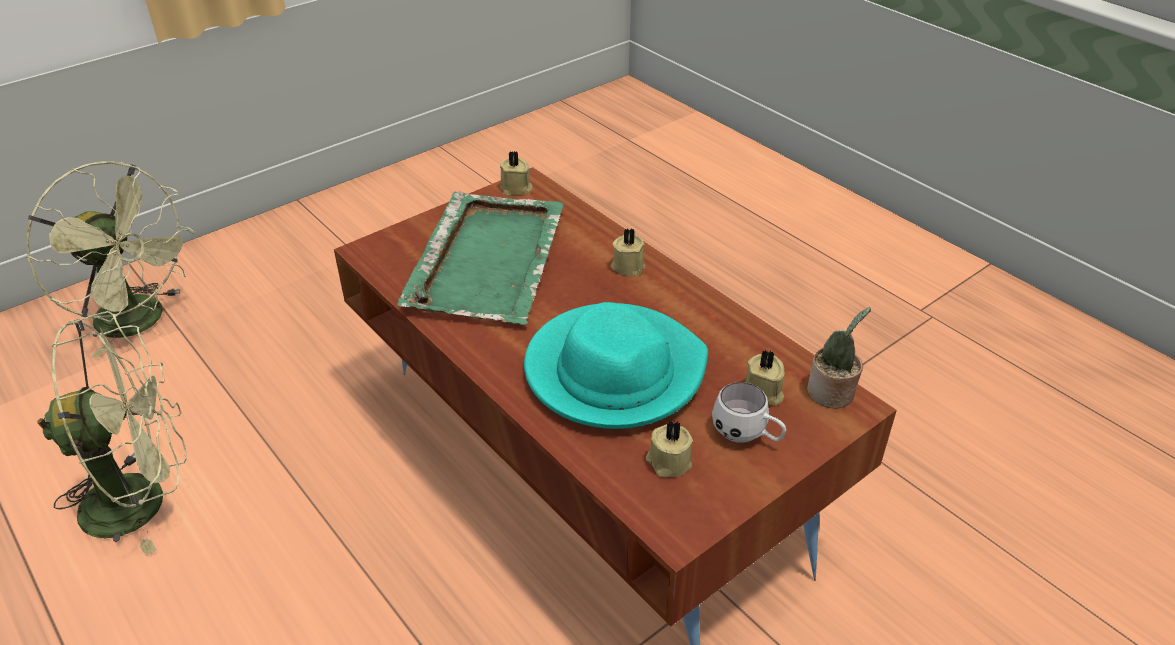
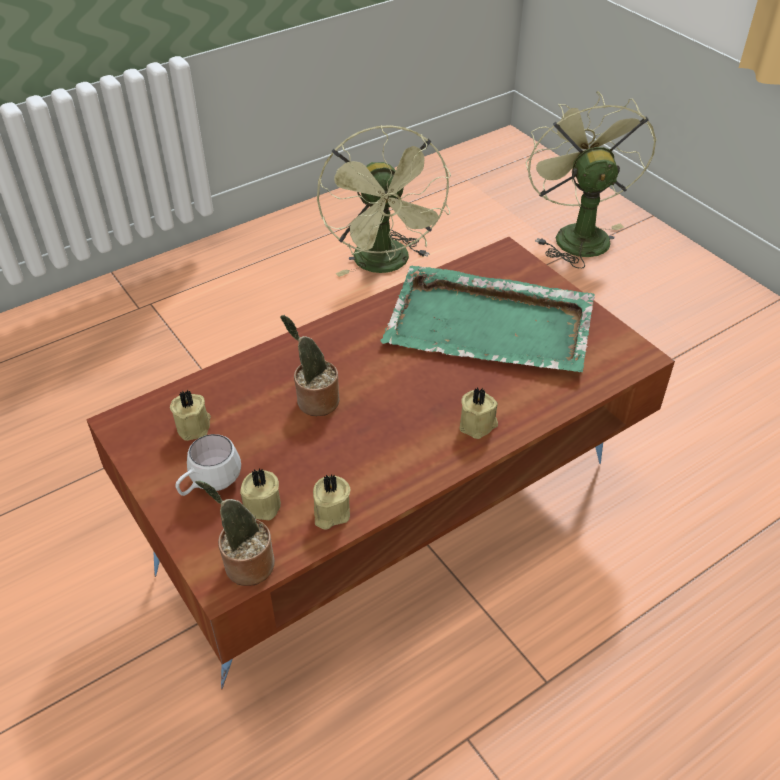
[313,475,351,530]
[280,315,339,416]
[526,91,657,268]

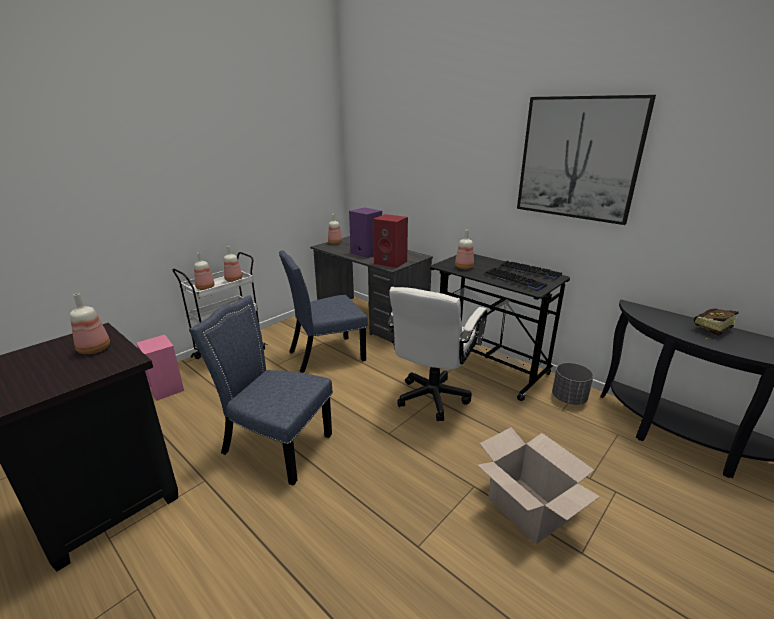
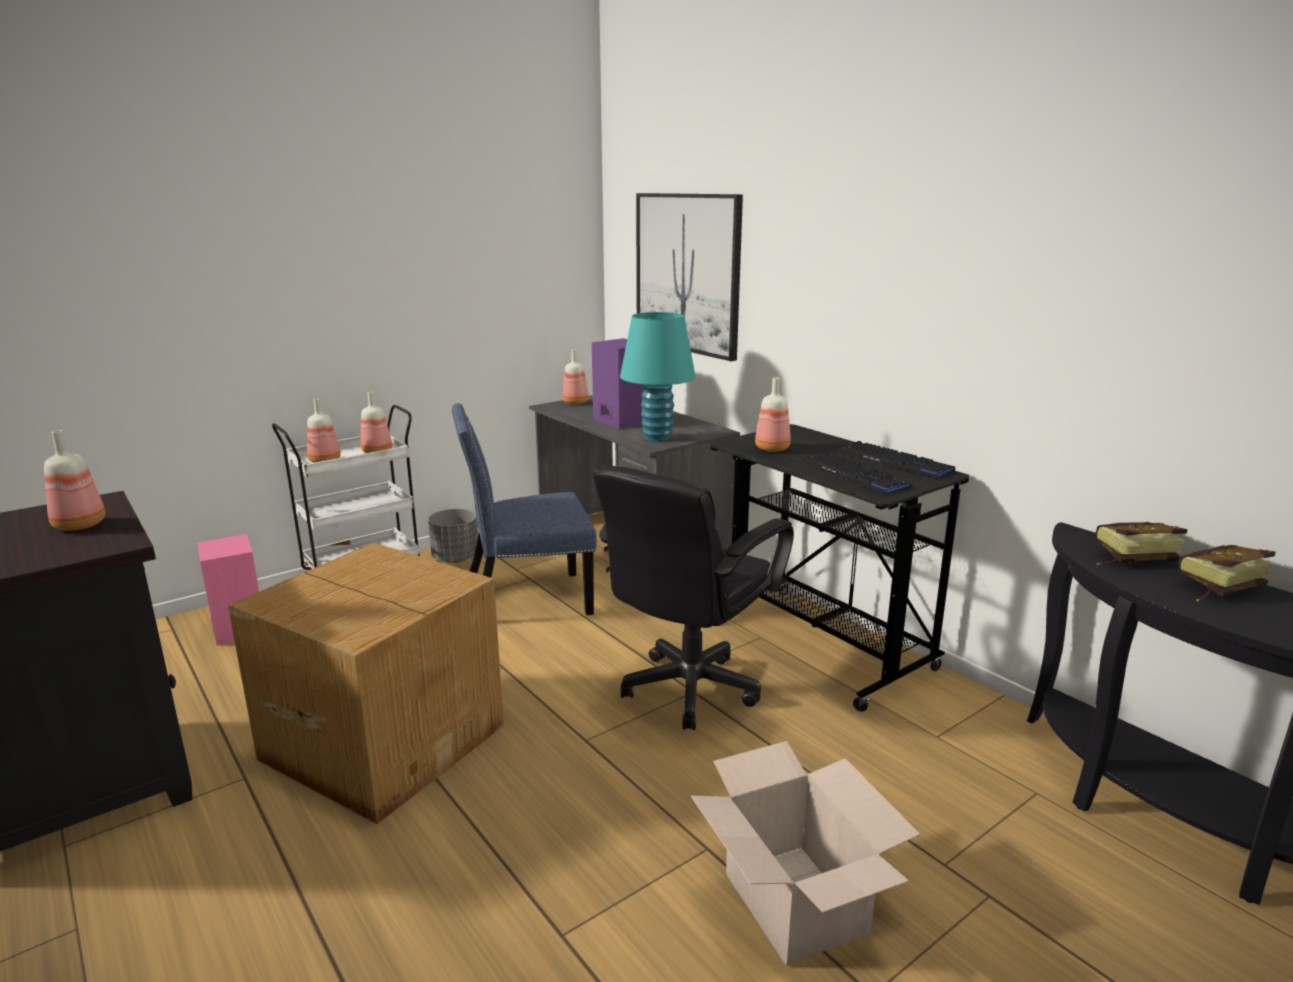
[1096,522,1187,565]
[636,193,743,361]
[428,509,478,563]
[228,542,504,824]
[620,312,696,442]
[593,465,794,730]

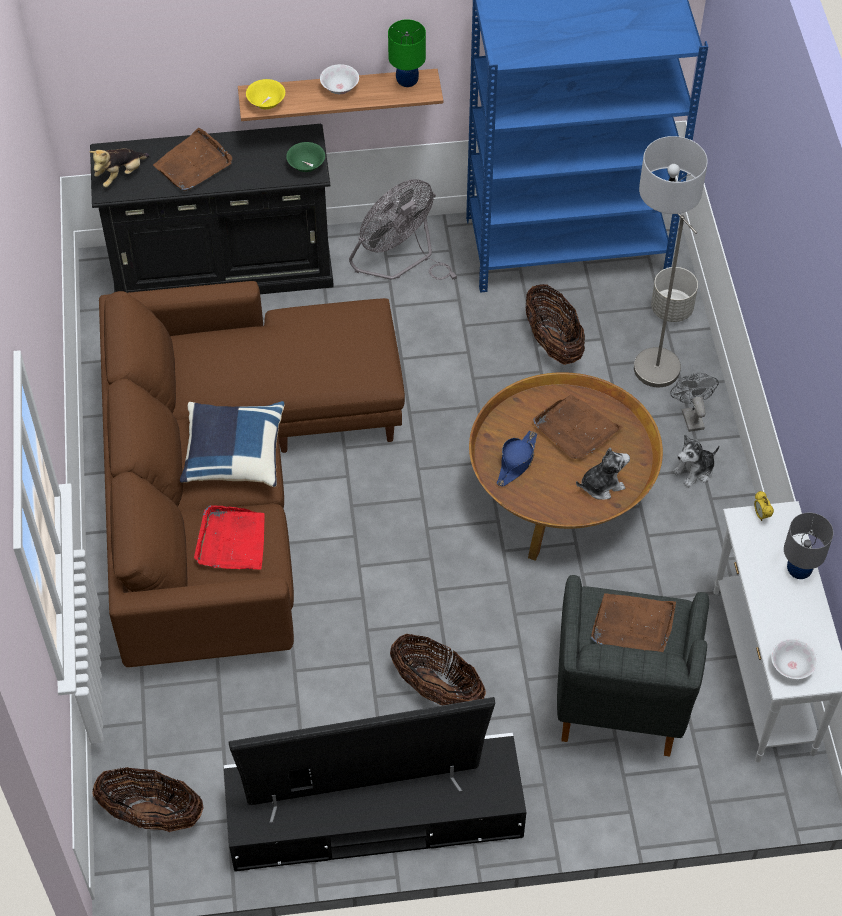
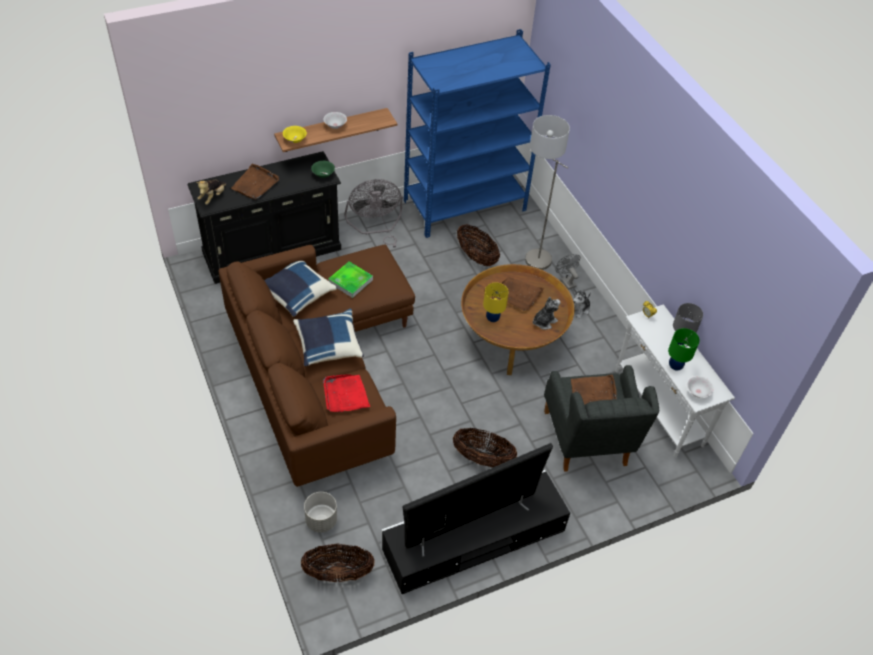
[264,261,338,317]
[328,261,373,298]
[668,328,700,370]
[304,492,337,533]
[483,283,509,322]
[344,179,403,247]

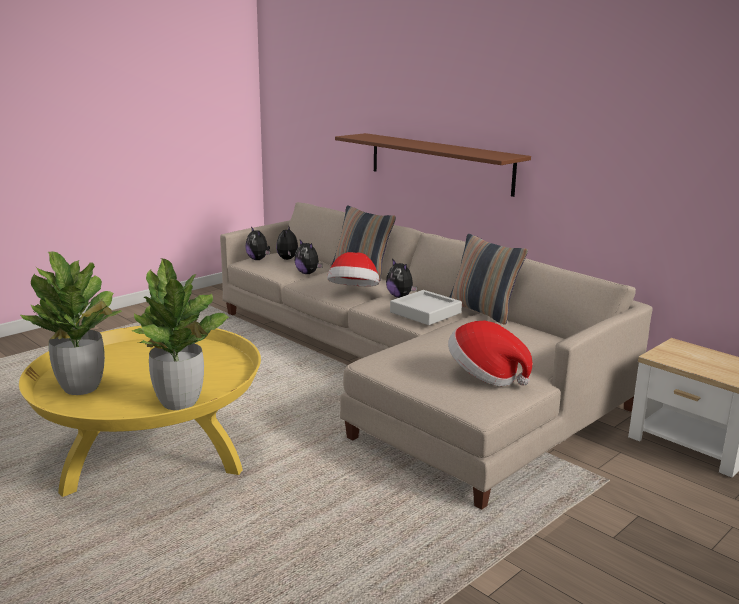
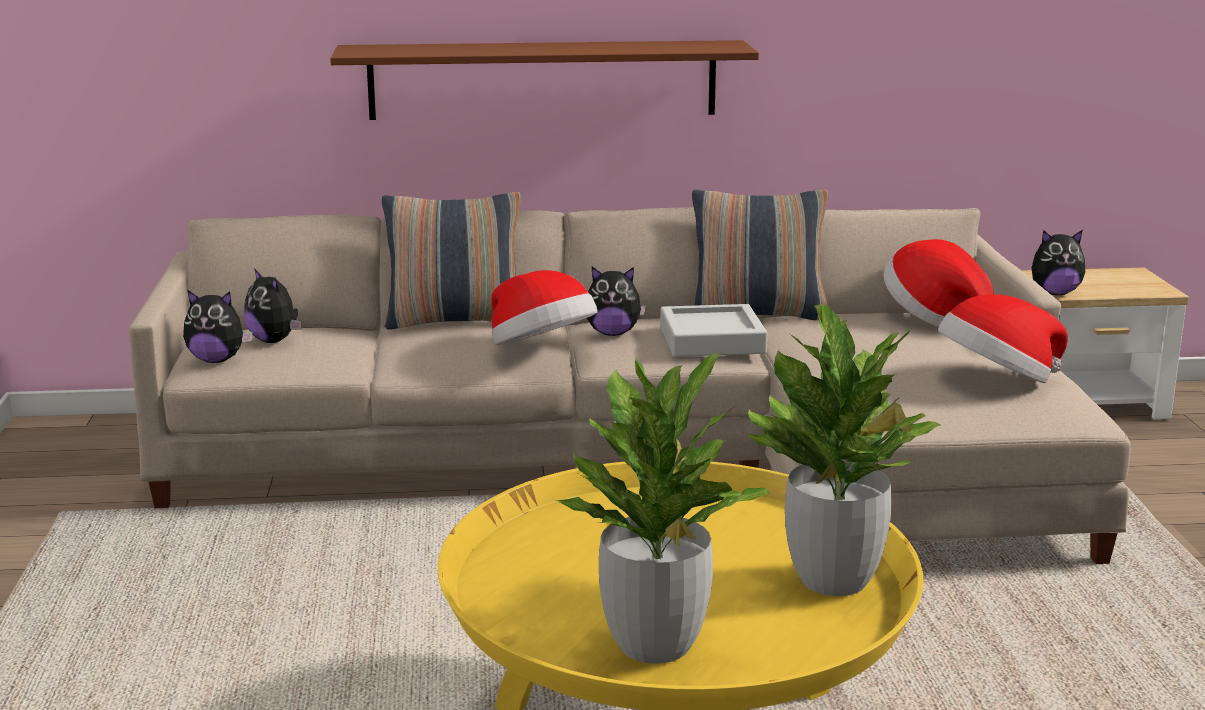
[883,239,993,327]
[1032,230,1085,295]

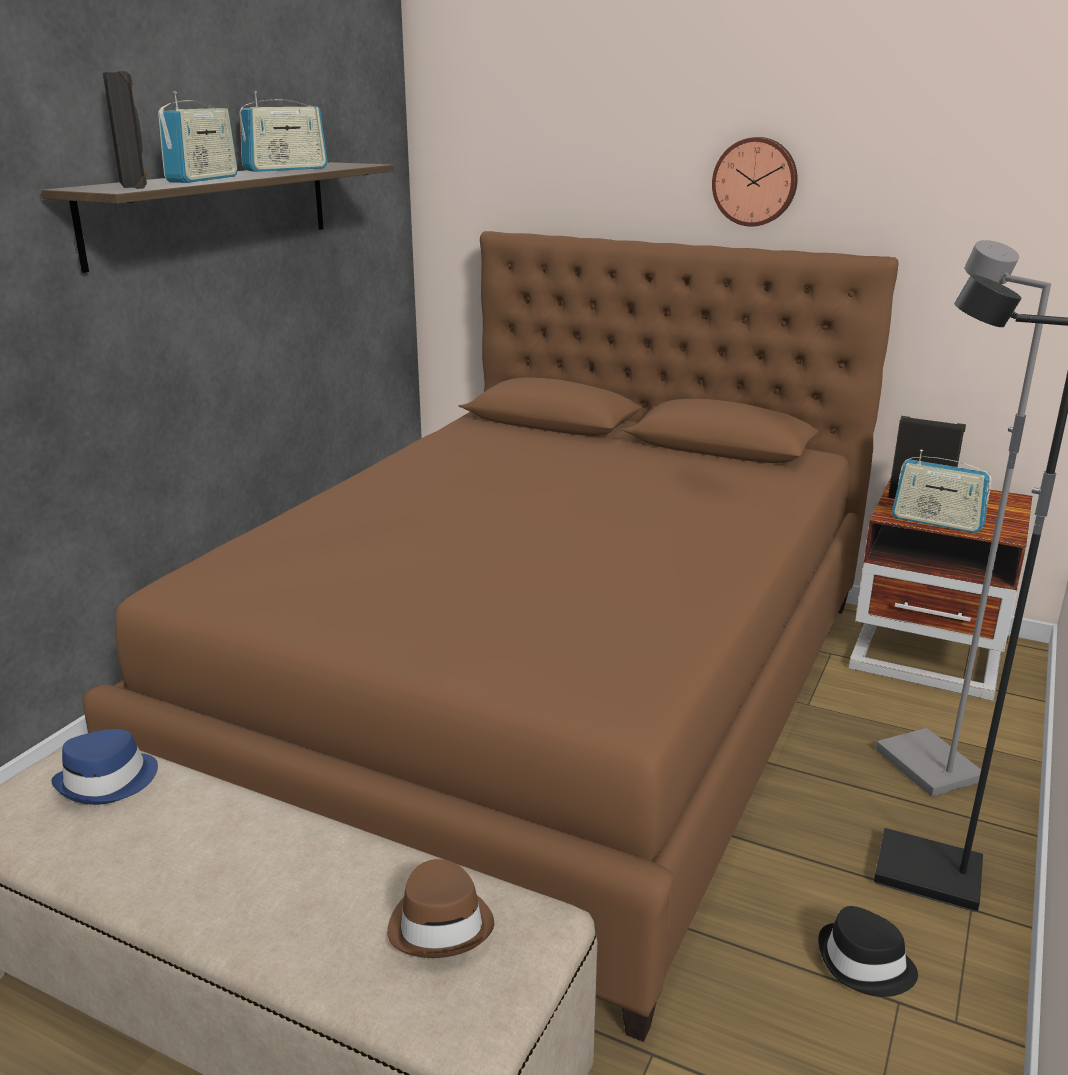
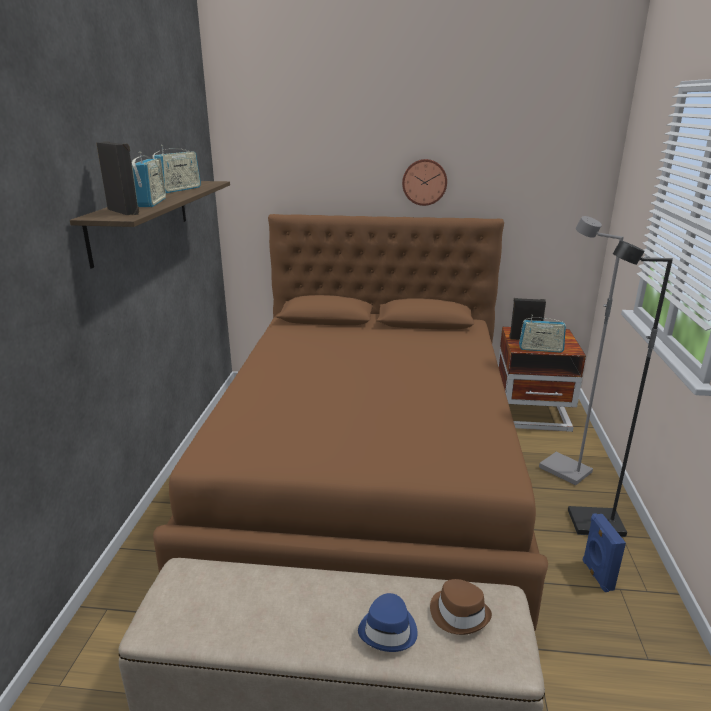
[358,593,418,652]
[583,513,626,592]

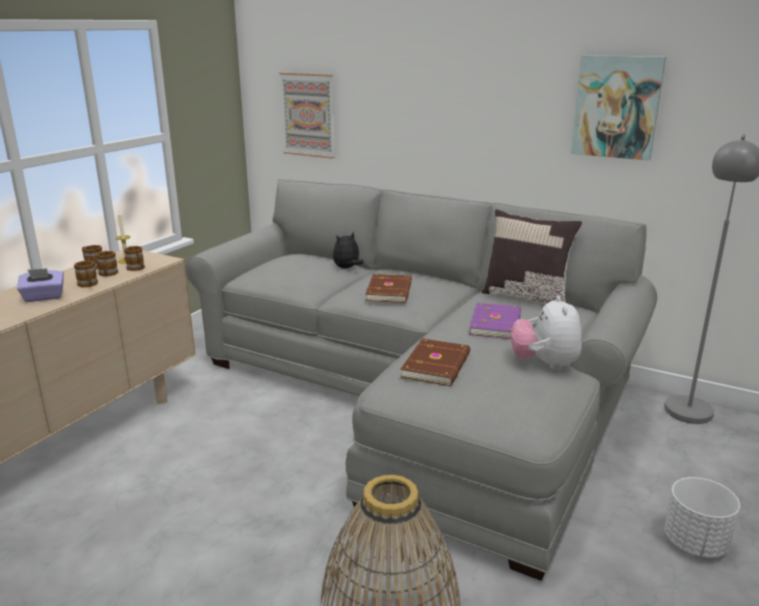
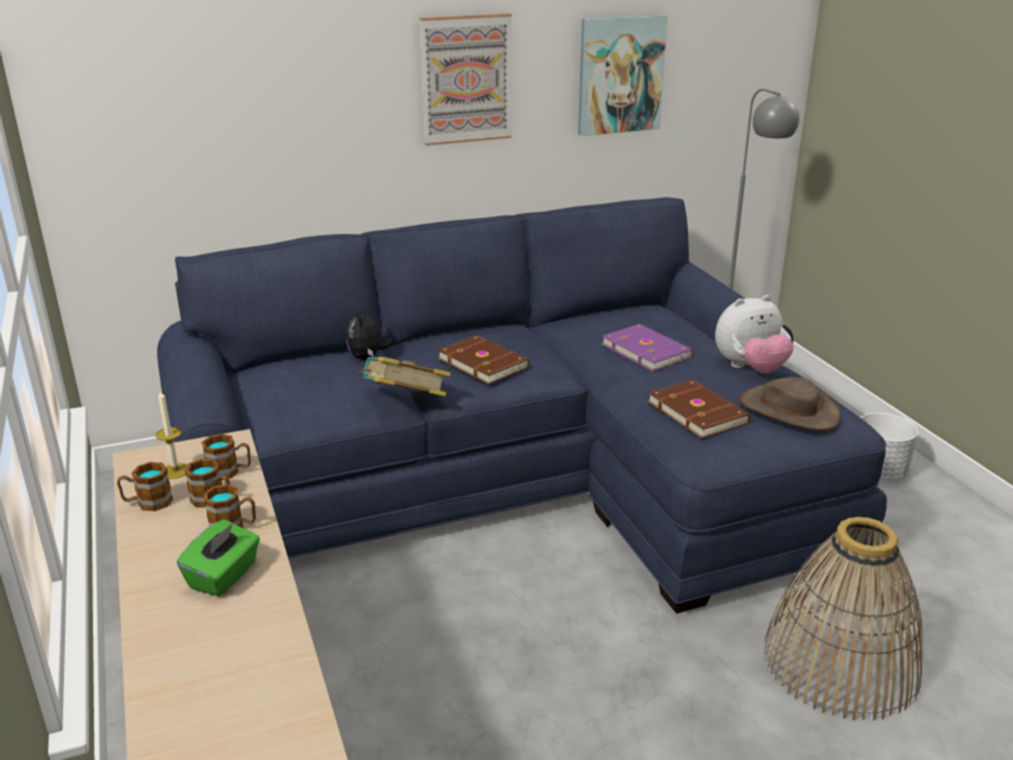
[482,209,582,304] (first image)
[358,357,451,396]
[739,377,841,430]
[420,13,512,146]
[177,519,260,597]
[157,197,887,613]
[715,295,793,373]

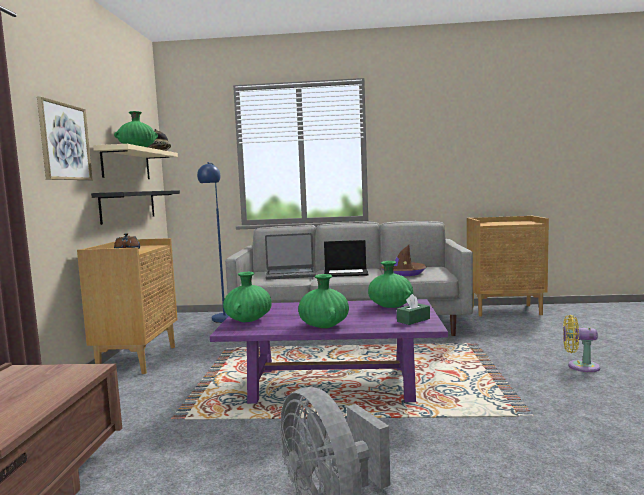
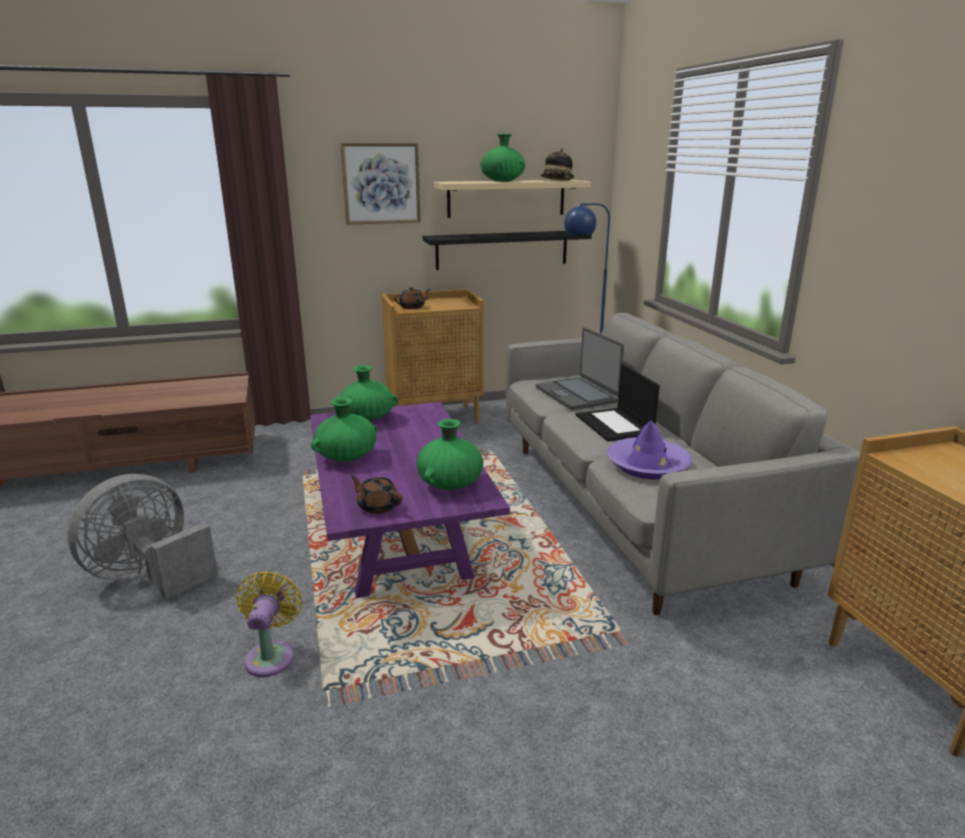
[236,571,302,677]
[350,475,402,514]
[606,420,692,479]

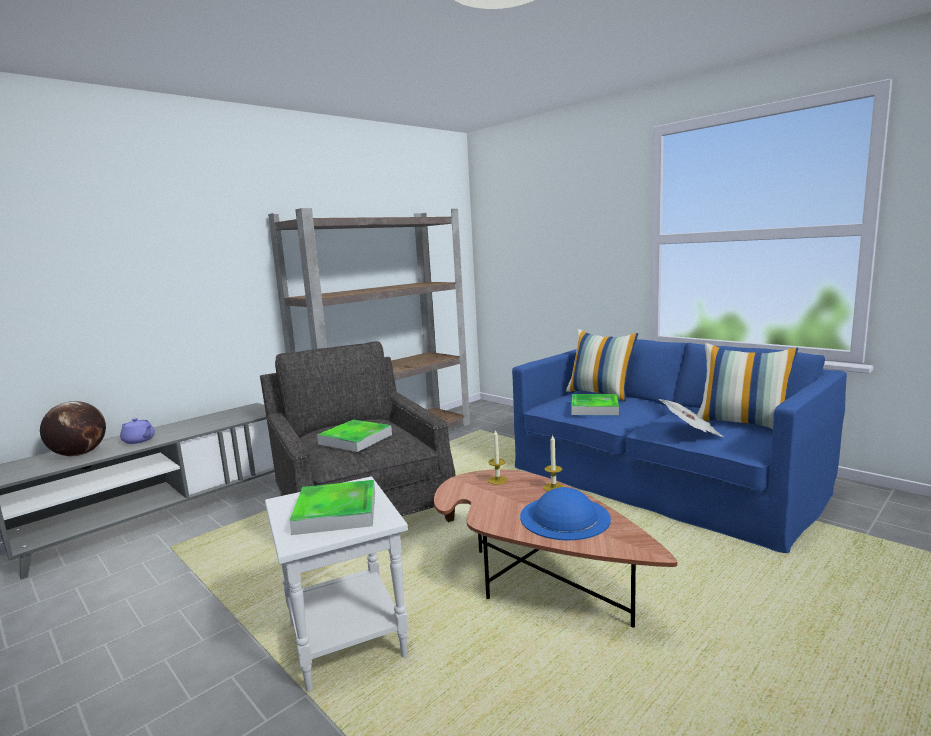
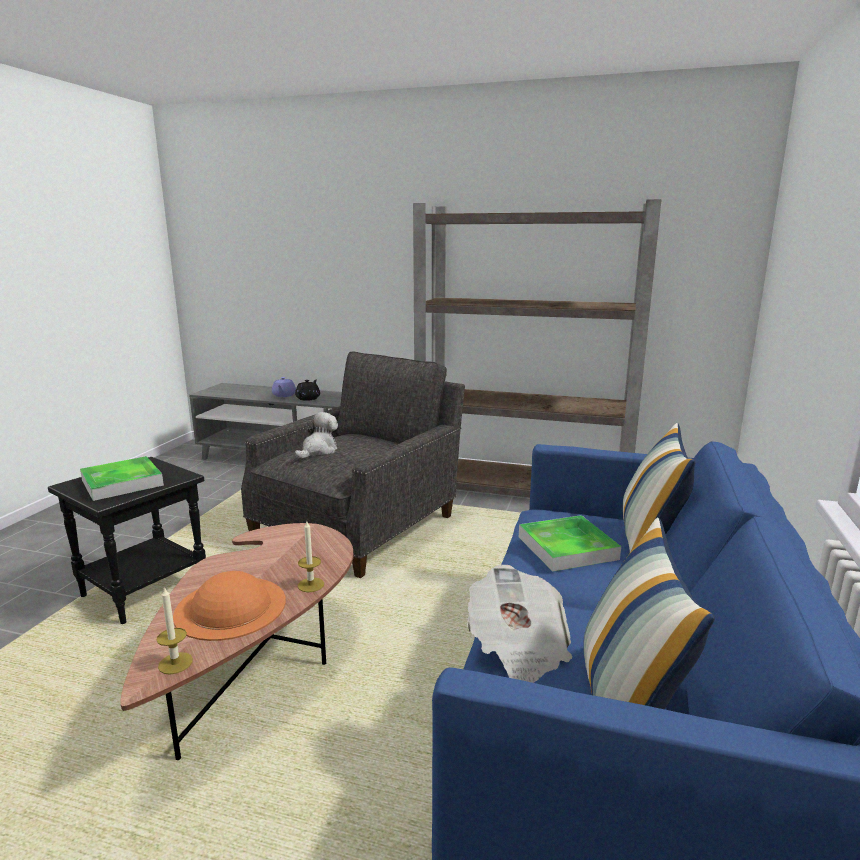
[40,401,106,456] (first image)
[295,380,320,401]
[156,586,193,674]
[295,412,338,459]
[48,457,206,624]
[173,571,286,641]

